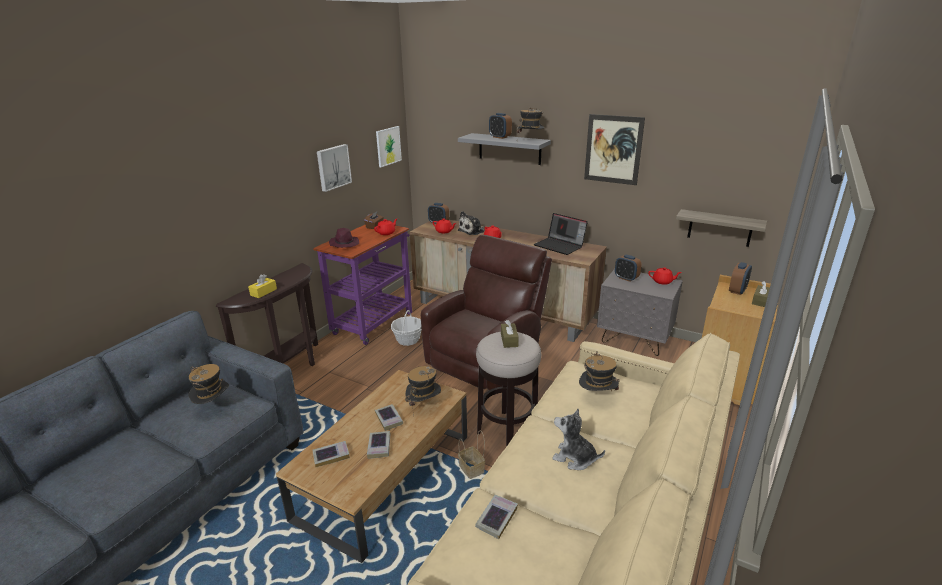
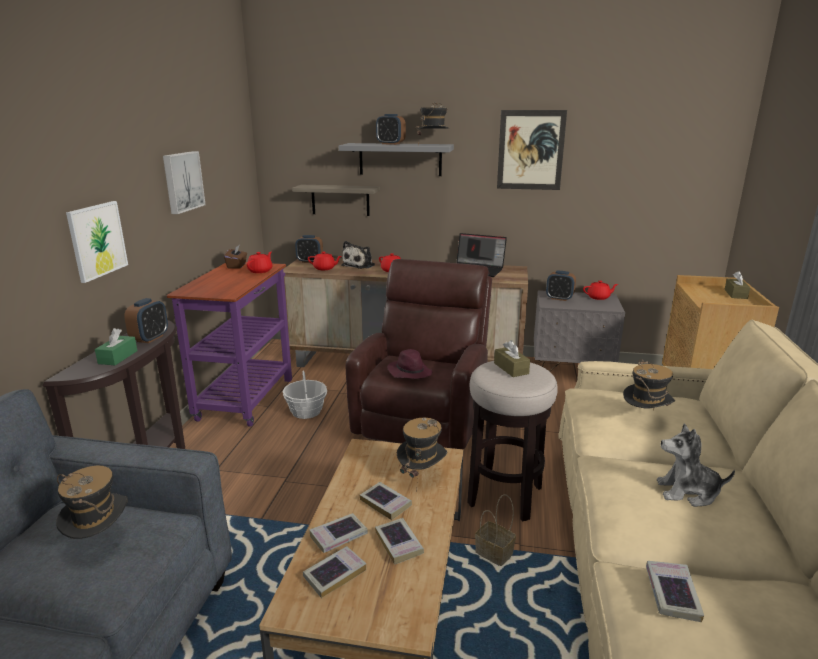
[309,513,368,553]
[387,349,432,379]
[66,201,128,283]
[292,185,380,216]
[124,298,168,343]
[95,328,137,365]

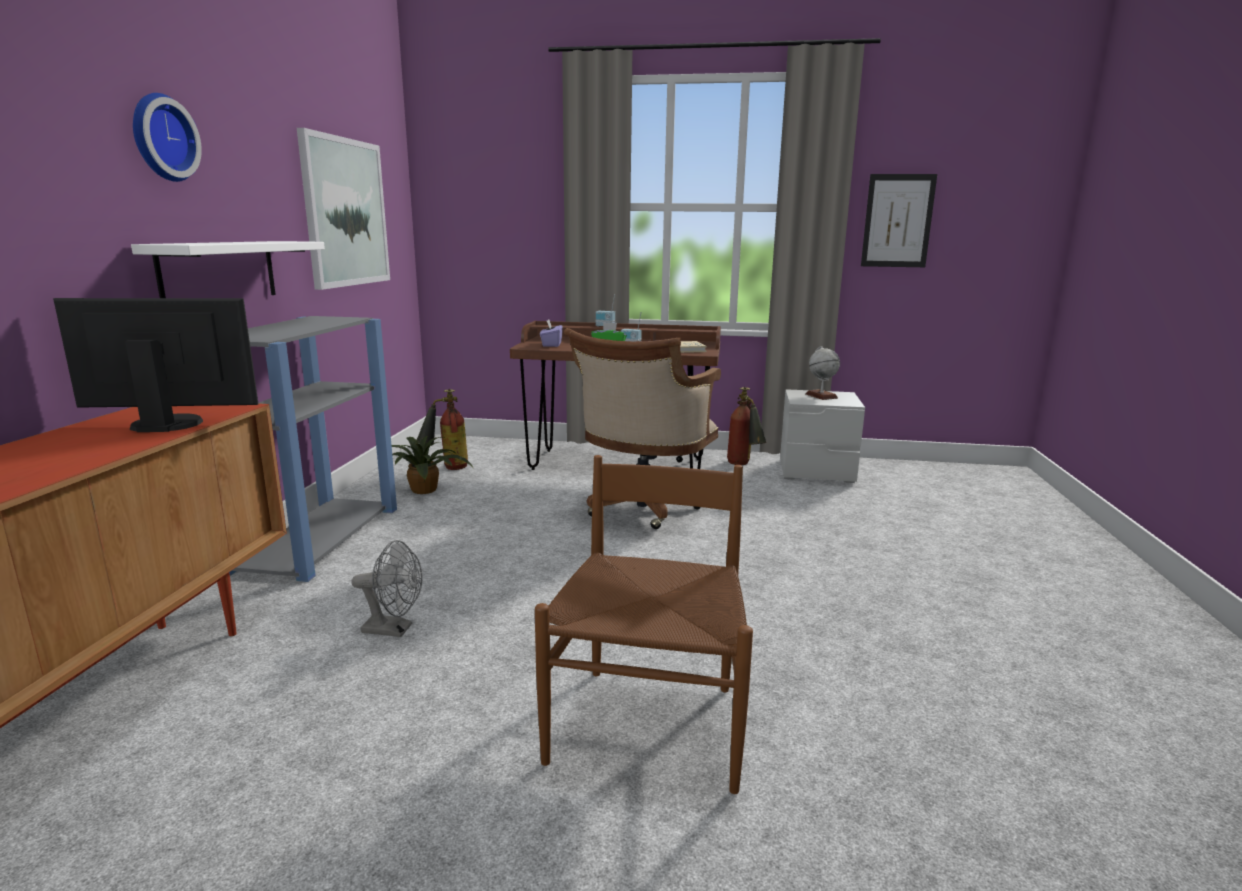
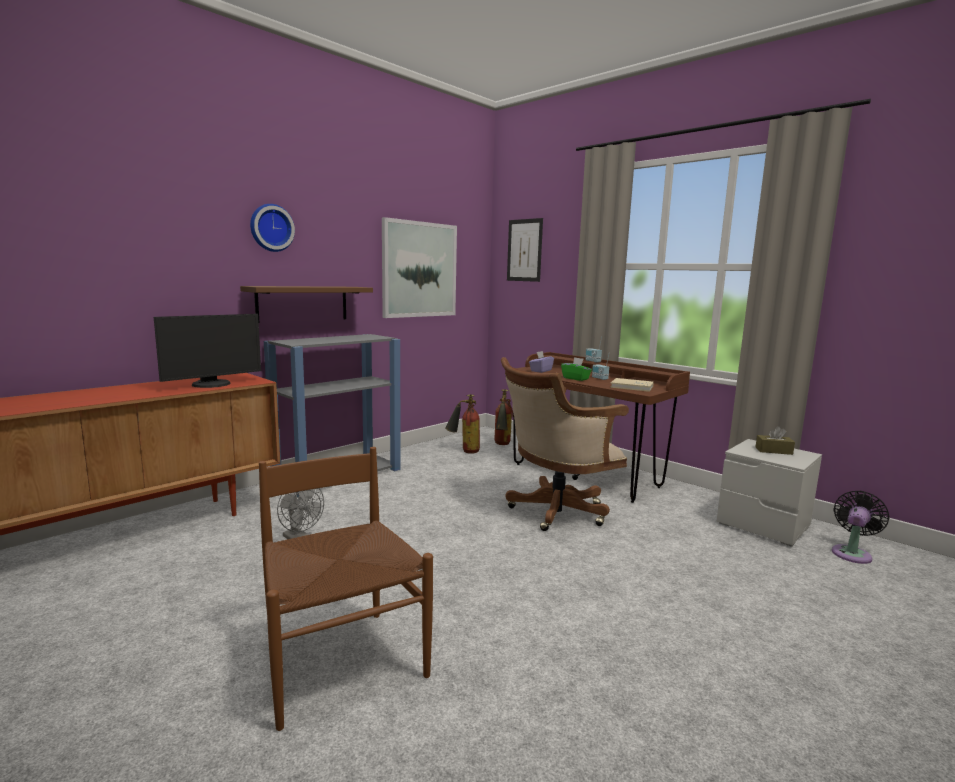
[392,436,473,494] (first image)
[832,491,890,564]
[494,389,513,445]
[507,218,543,282]
[755,426,795,455]
[240,286,373,322]
[154,314,261,388]
[259,447,433,731]

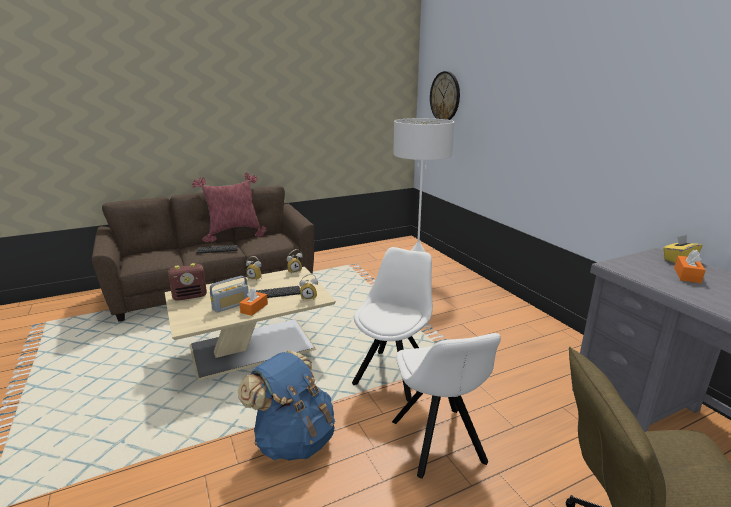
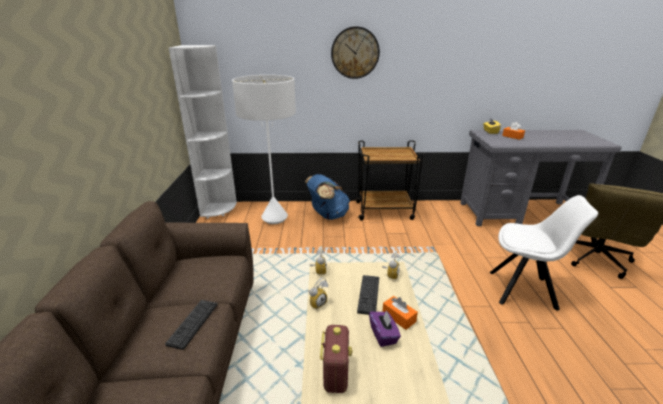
[193,172,267,243] (first image)
[352,247,433,402] (first image)
[169,45,237,219]
[355,140,424,221]
[305,174,350,220]
[331,26,380,79]
[369,310,401,347]

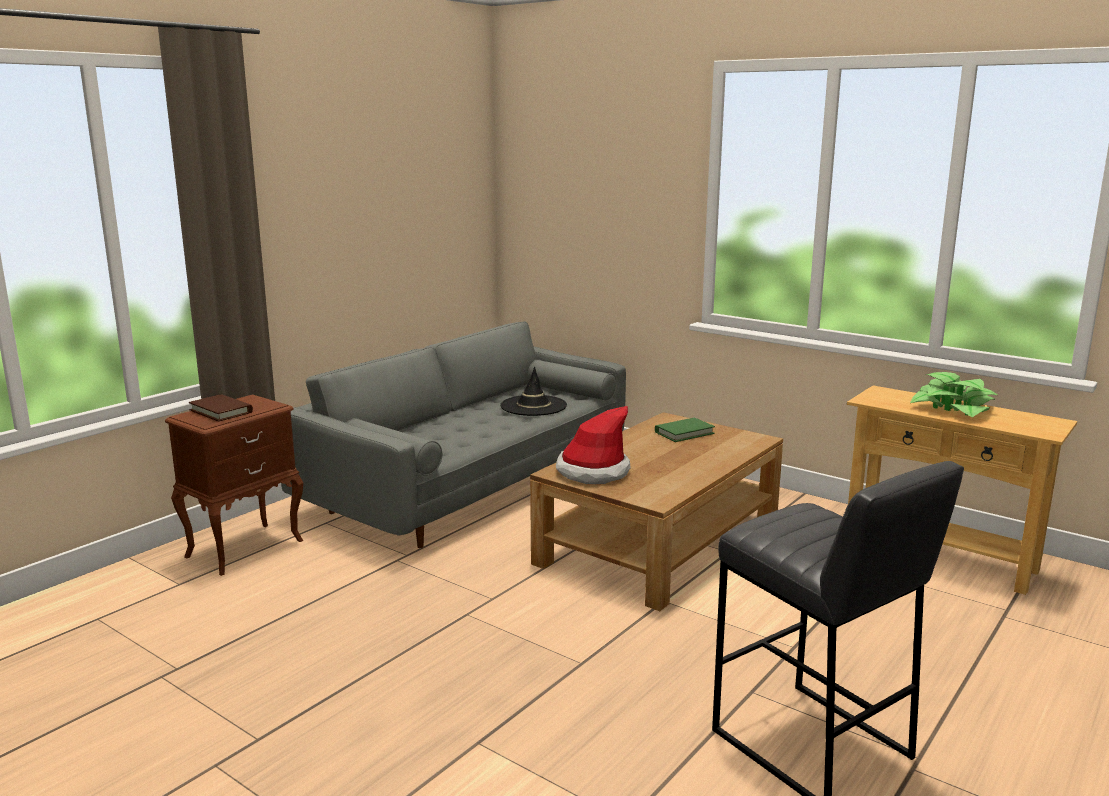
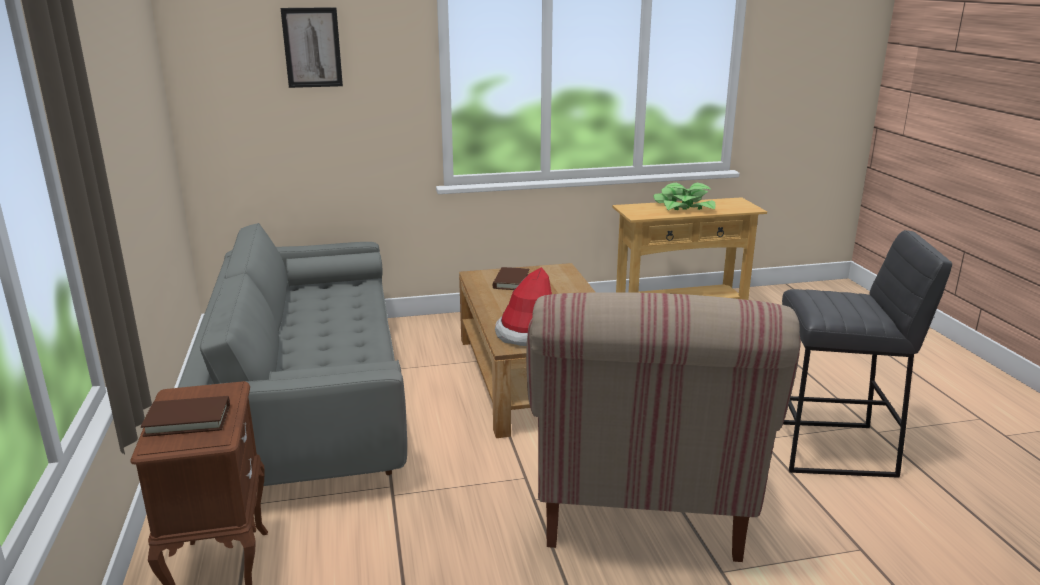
[500,366,567,416] (first image)
[281,7,343,88]
[526,292,801,562]
[493,267,530,290]

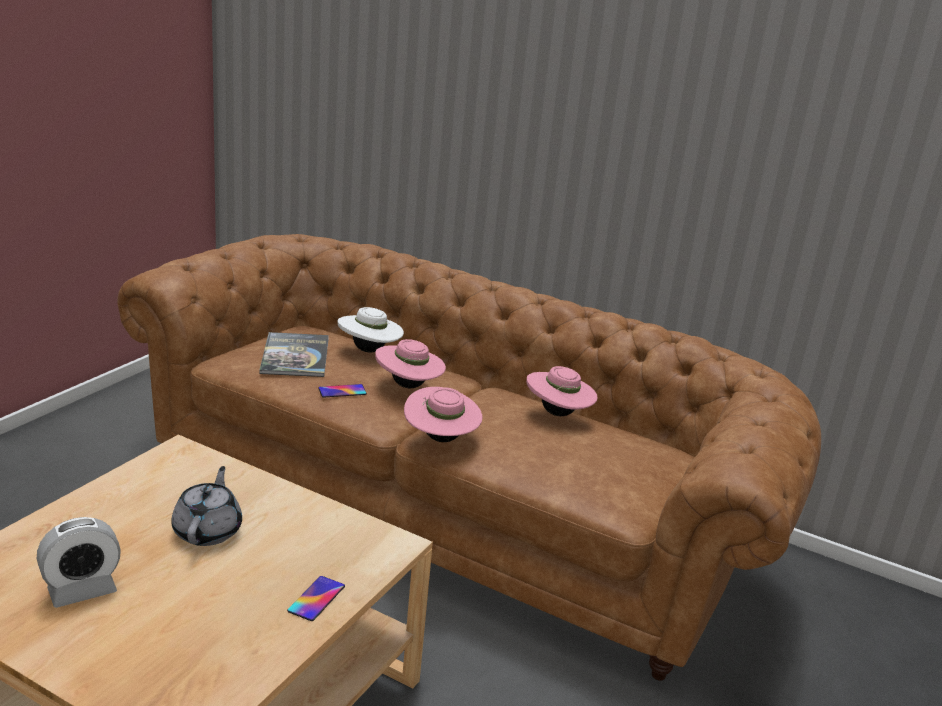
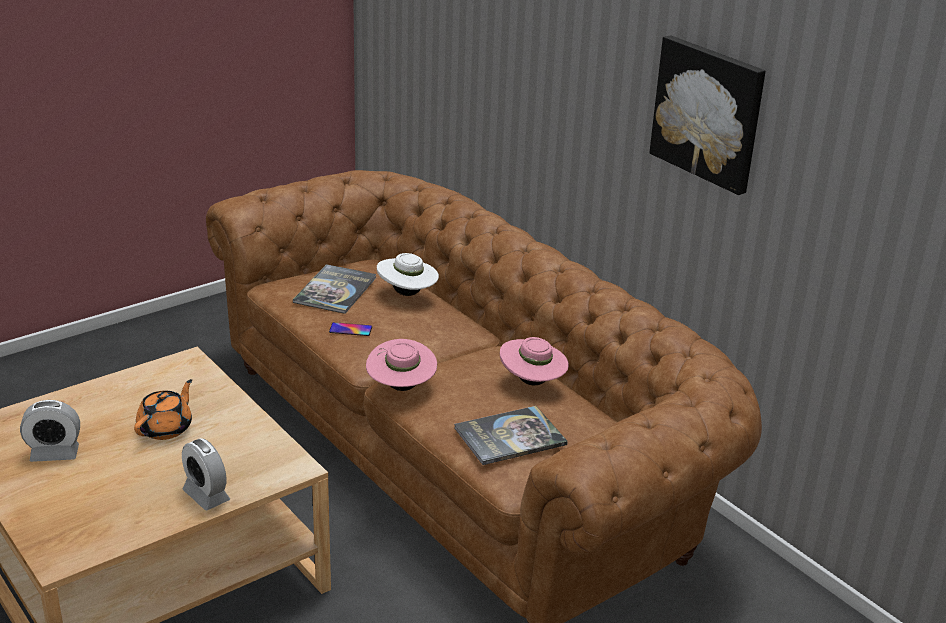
[375,339,446,388] (first image)
[454,406,568,465]
[650,35,766,195]
[182,438,230,510]
[134,379,192,440]

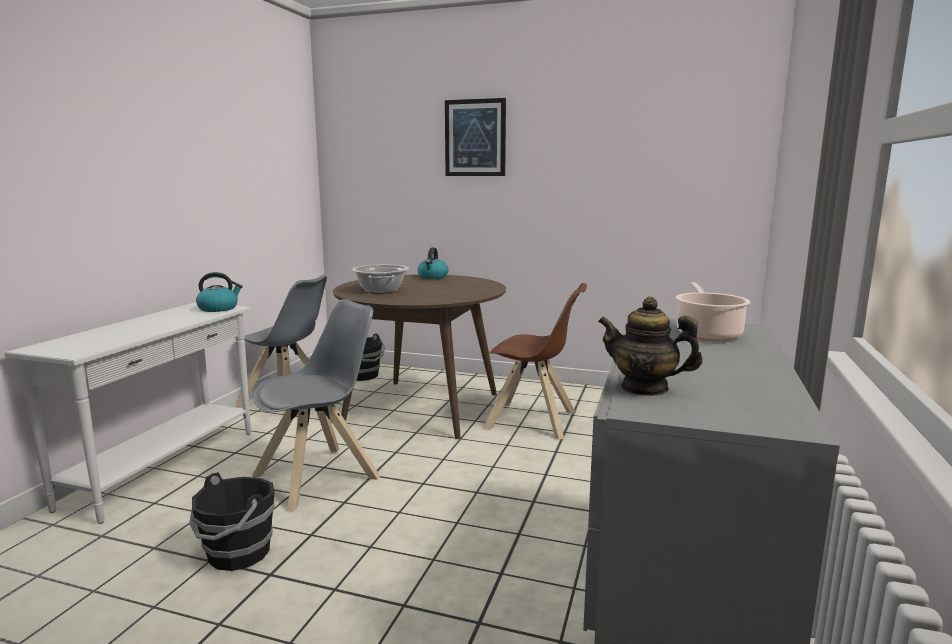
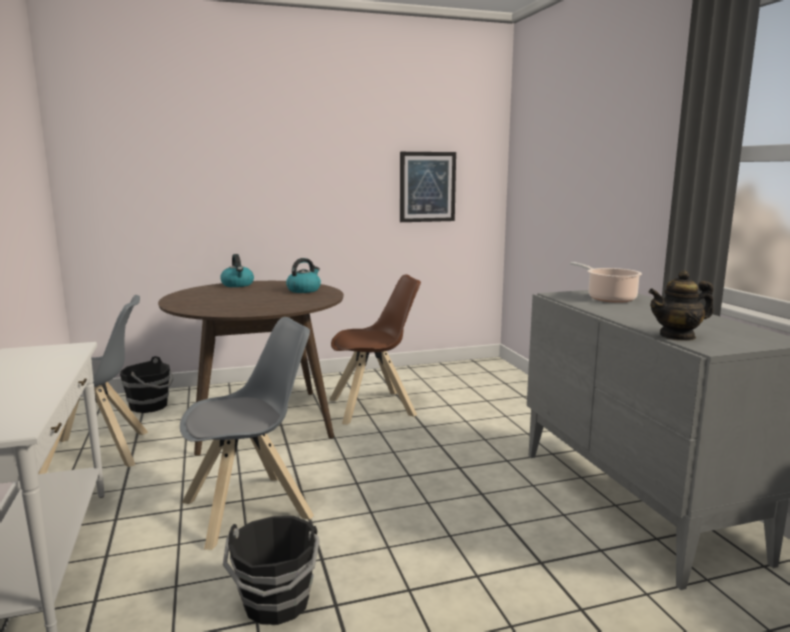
[351,265,409,294] (first image)
[286,258,321,293]
[400,152,456,222]
[180,317,314,550]

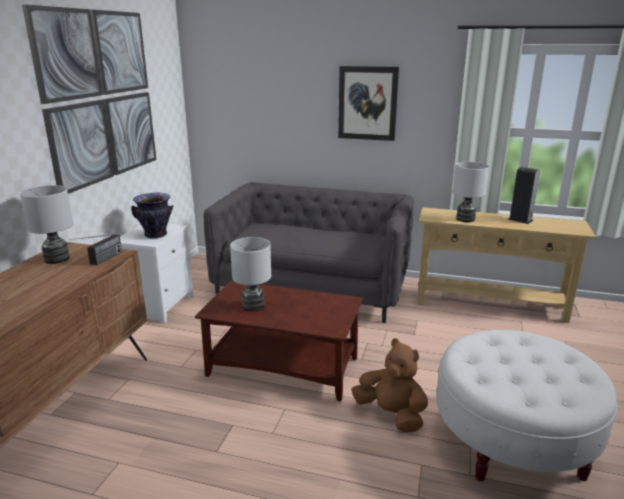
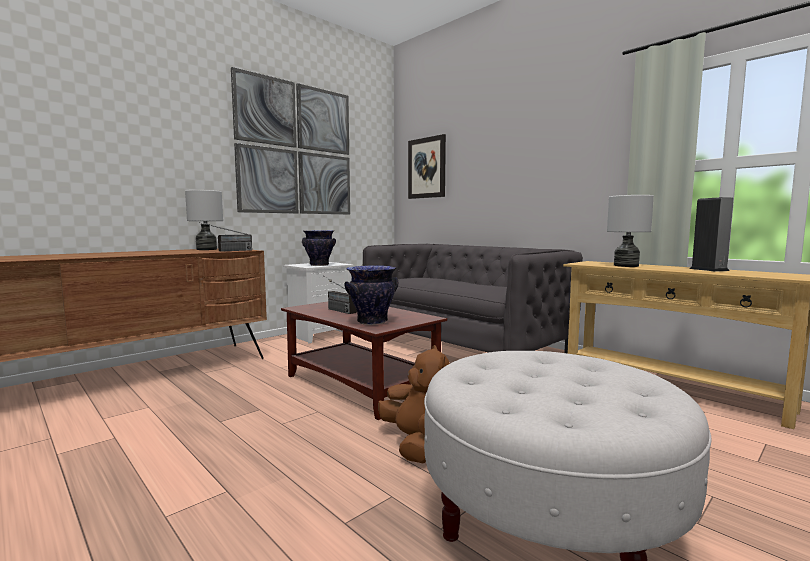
[344,265,398,325]
[408,134,446,199]
[327,278,357,314]

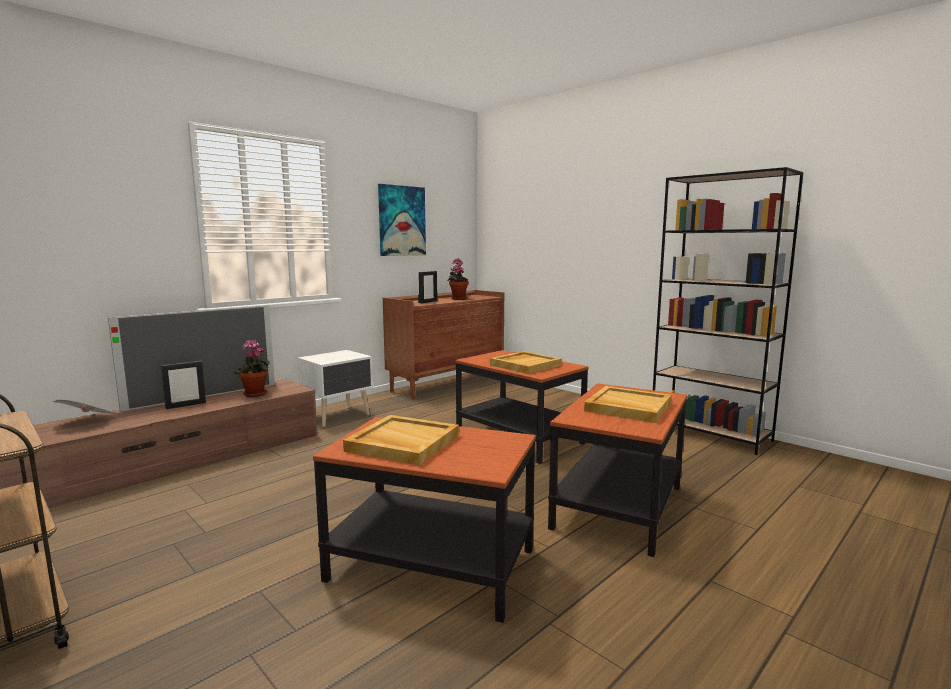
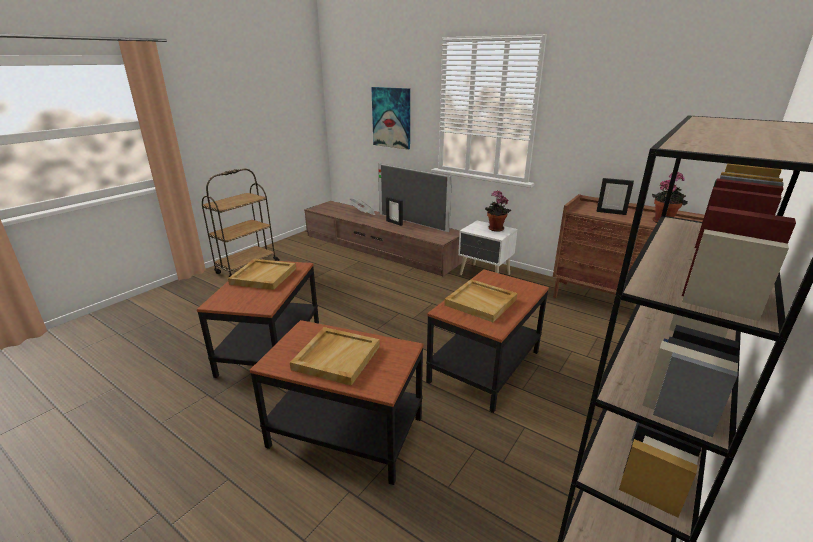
[485,190,511,232]
[371,87,410,150]

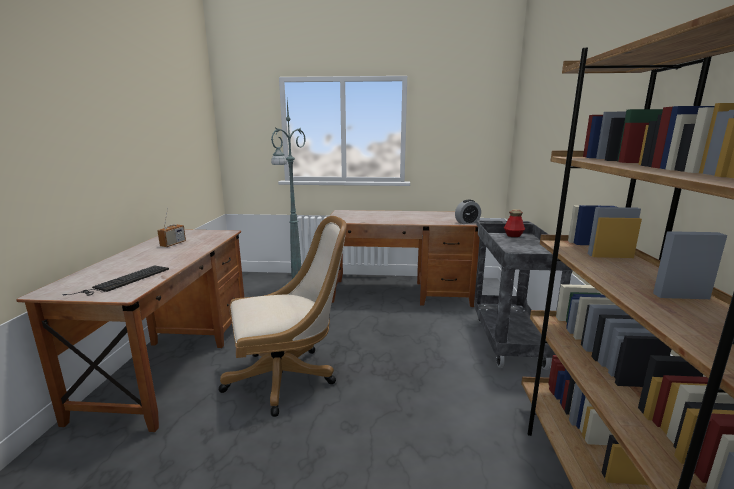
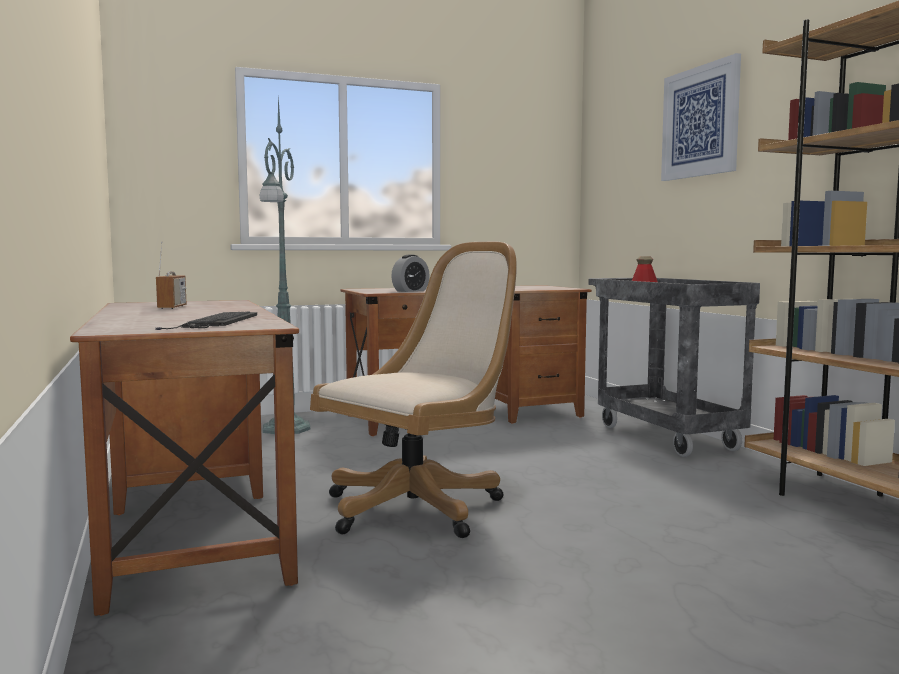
[661,53,741,181]
[391,255,430,292]

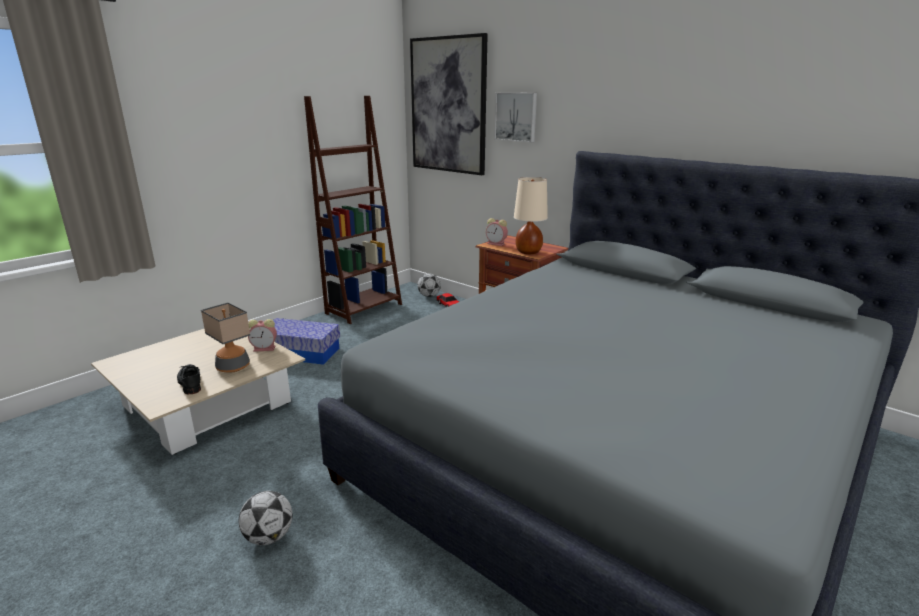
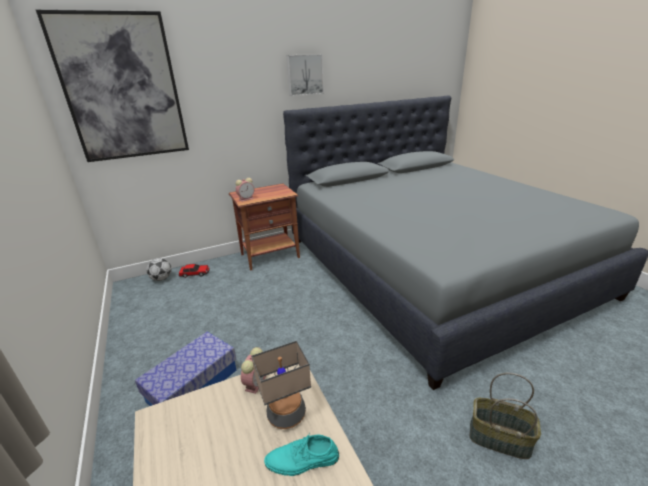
[304,96,402,324] (first image)
[514,177,548,254] (first image)
[286,54,324,96]
[470,373,541,459]
[264,433,339,476]

